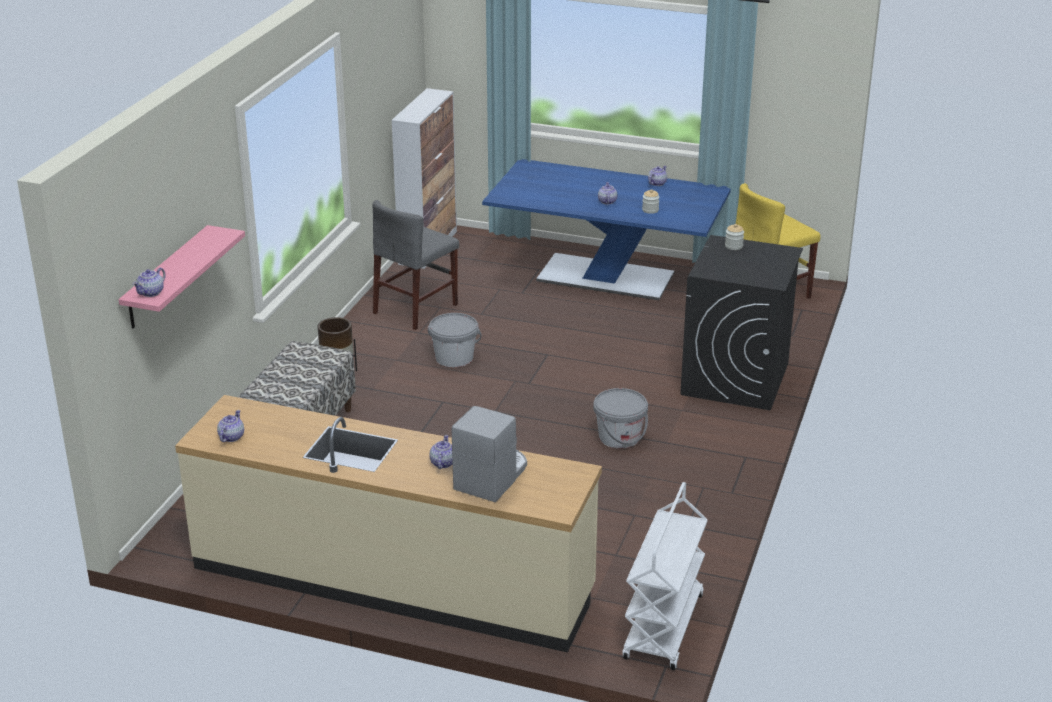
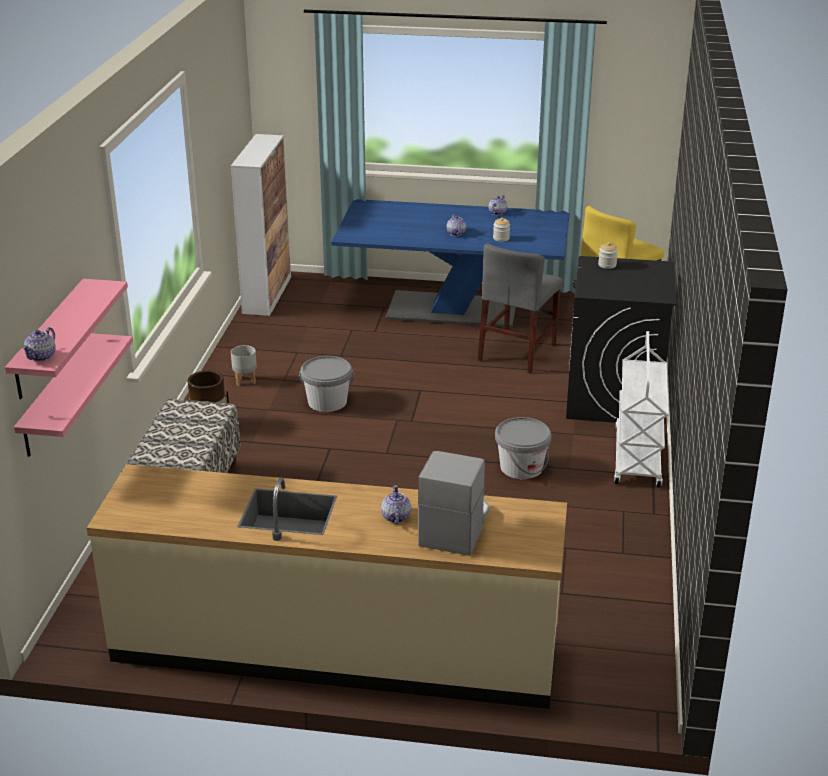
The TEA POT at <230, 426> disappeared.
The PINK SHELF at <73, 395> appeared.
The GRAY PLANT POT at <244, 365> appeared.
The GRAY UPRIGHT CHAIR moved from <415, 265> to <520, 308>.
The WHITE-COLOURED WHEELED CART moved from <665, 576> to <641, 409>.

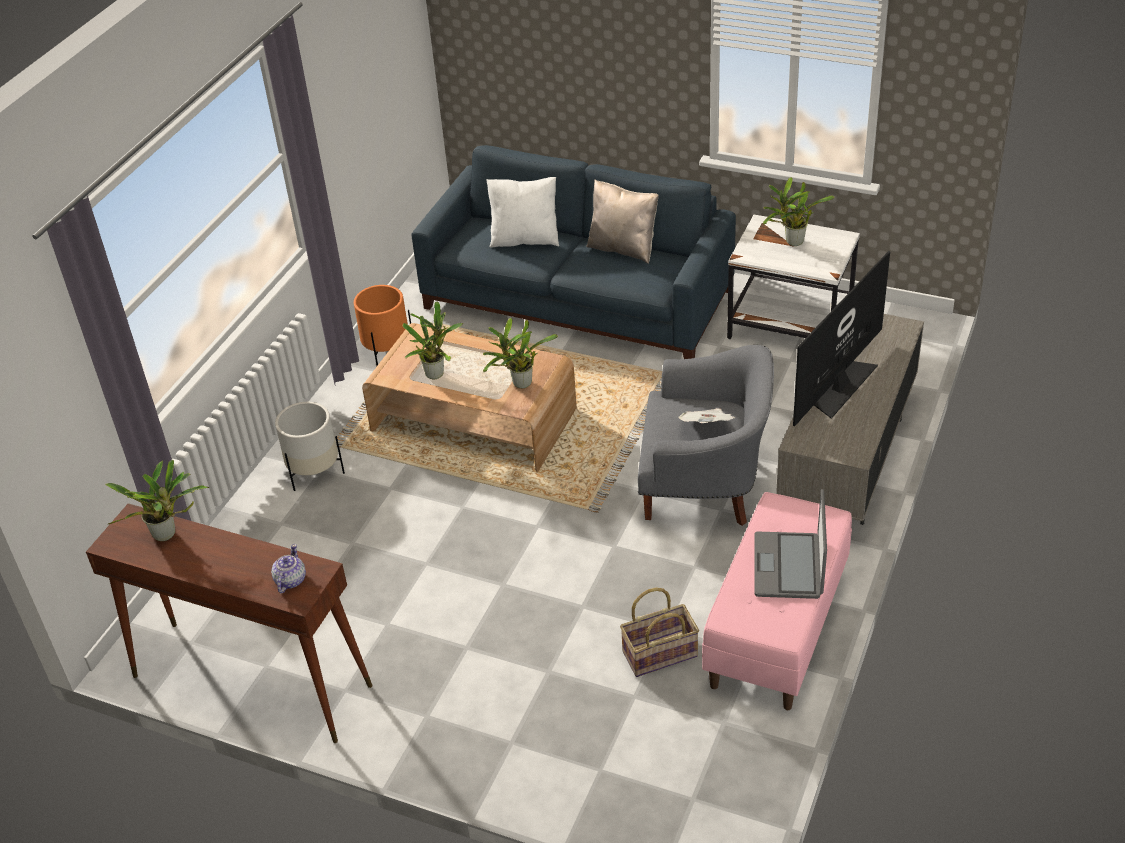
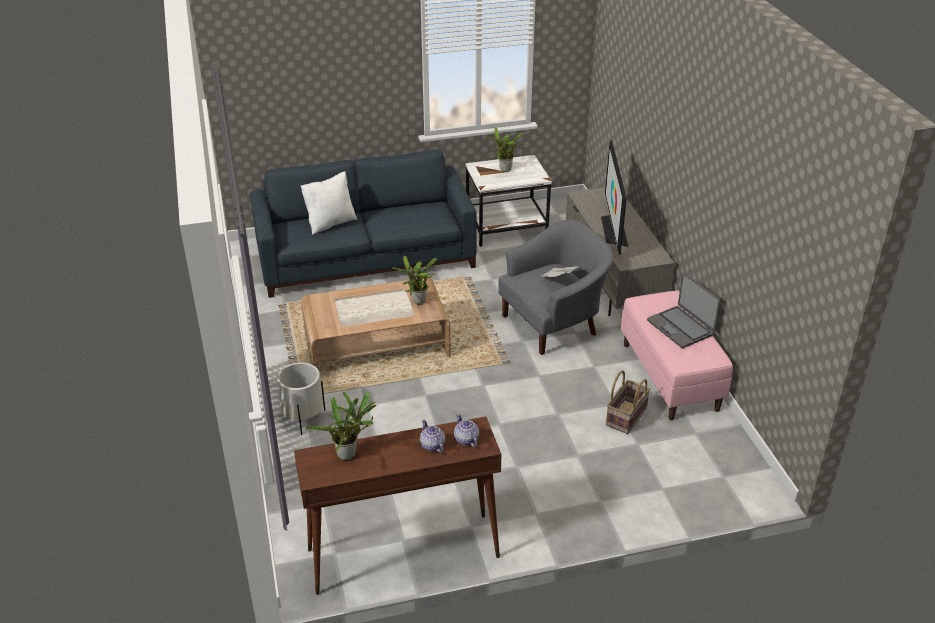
The ORANGE-COLOURED PLANT POT at <382, 325> disappeared.
The POTTED PLANT at <433, 340> disappeared.
The BEIGE-COLOURED THROW PILLOW at <622, 222> disappeared.
The TEA POT at <432, 436> appeared.

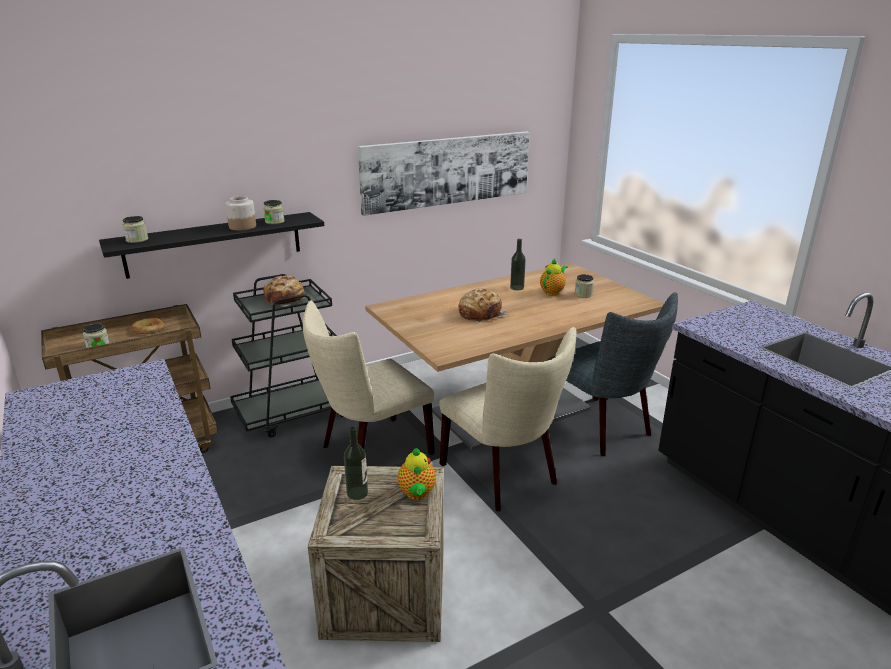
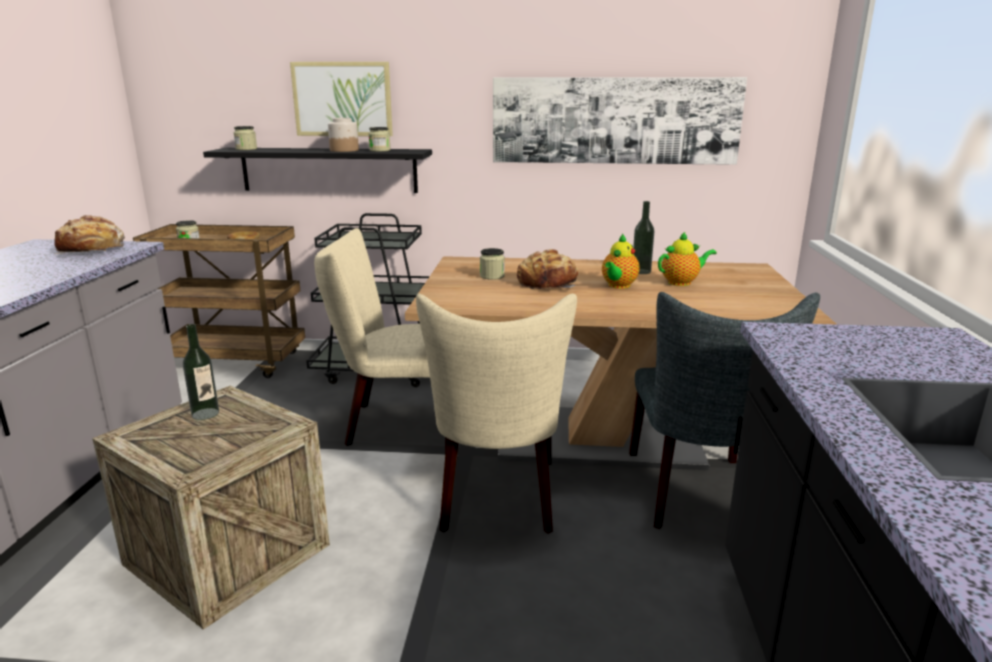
The WALL ART at <341, 99> appeared.
The BAKED BREAD moved from <284, 291> to <89, 234>.
The TEA POT moved from <417, 474> to <621, 261>.
The JAR moved from <584, 286> to <492, 264>.

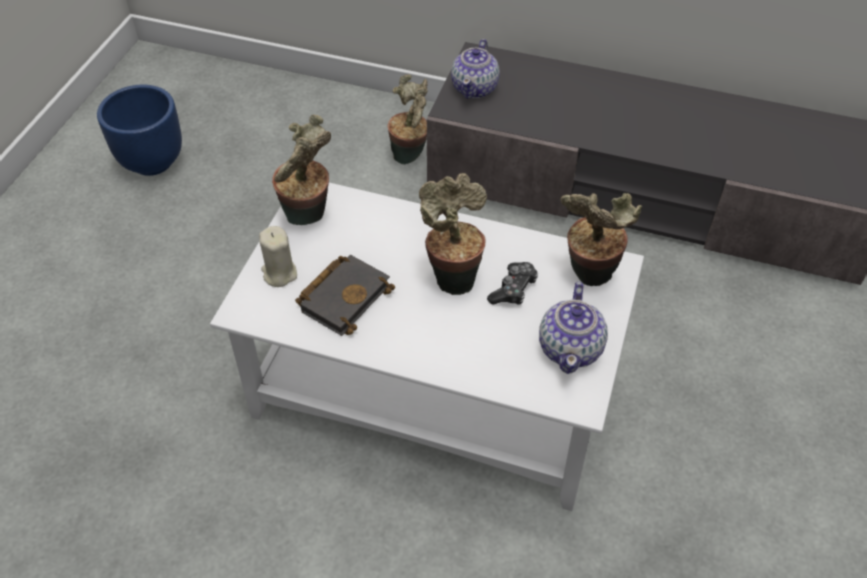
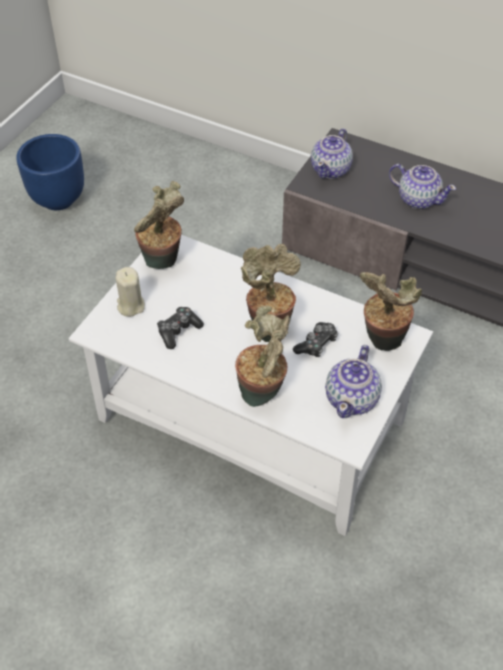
The TEA POT at <422, 186> appeared.
The POTTED PLANT moved from <407, 119> to <262, 356>.
The BLACKISH BOUND BOOK at <345, 295> was replaced by the GAMEPAD at <180, 328>.

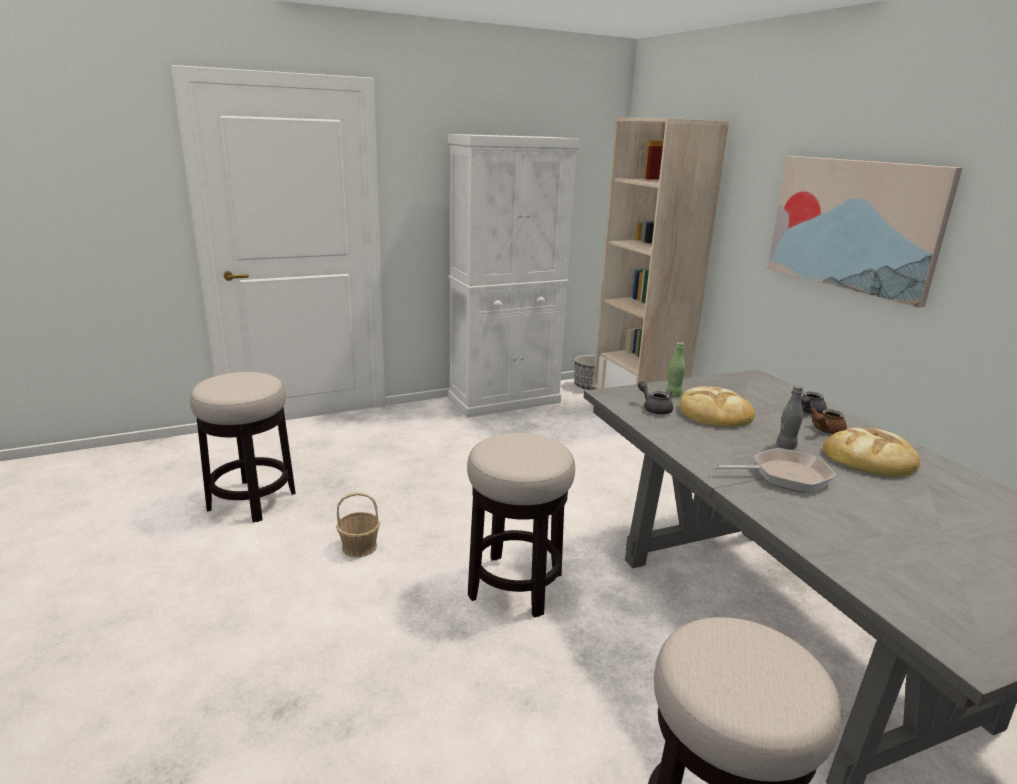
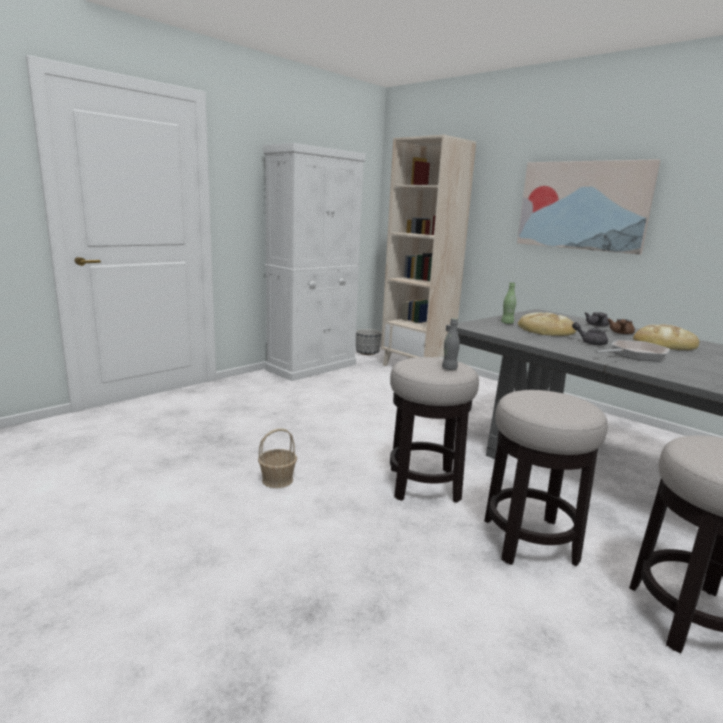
The STOOL SEAT moved from <243, 447> to <546, 478>.
The GRAY TEA POT moved from <655, 397> to <590, 334>.
The GRAY BOTTLE moved from <789, 417> to <451, 344>.

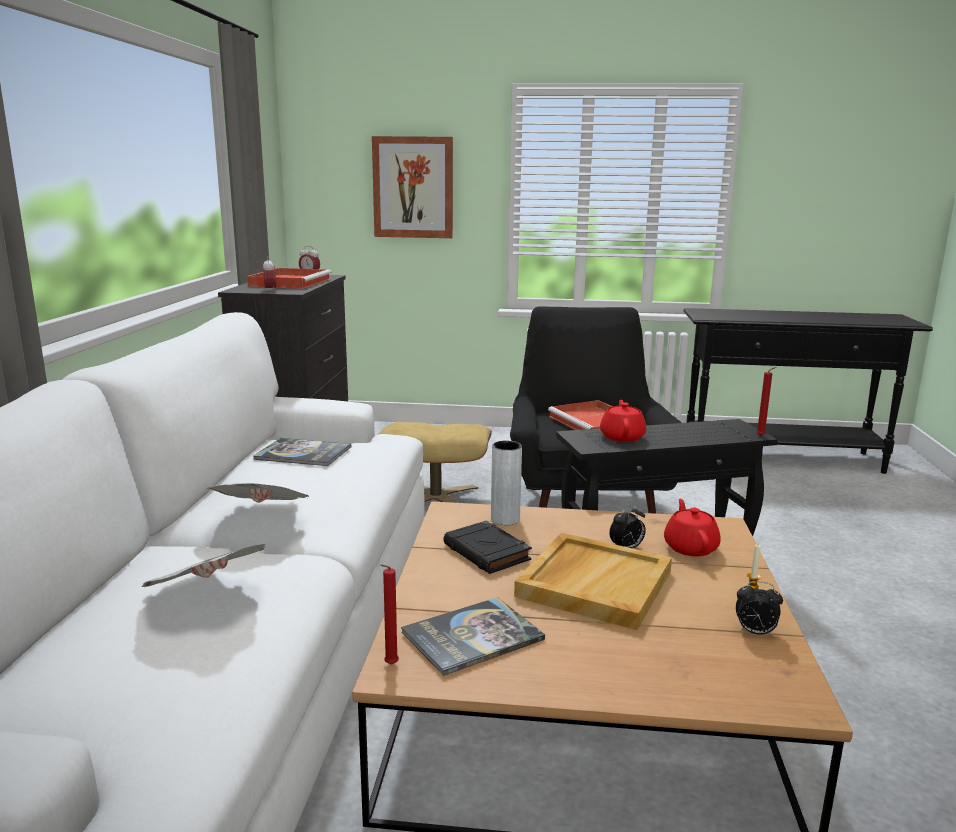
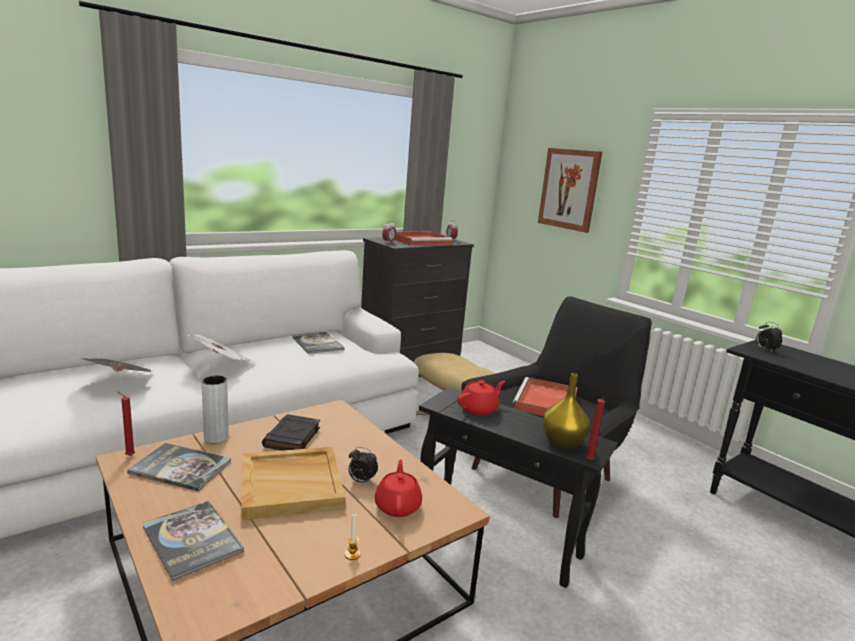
The BOUND BOOK at <193, 541> appeared.
The YELLOWISH FLOWER VASE at <566, 411> appeared.
The GRAY FLOWER VASE moved from <506, 483> to <215, 409>.
The BEDSIDE CLOCK moved from <759, 608> to <769, 337>.
The RED TEA POT at <692, 528> turned 45 degrees counterclockwise.

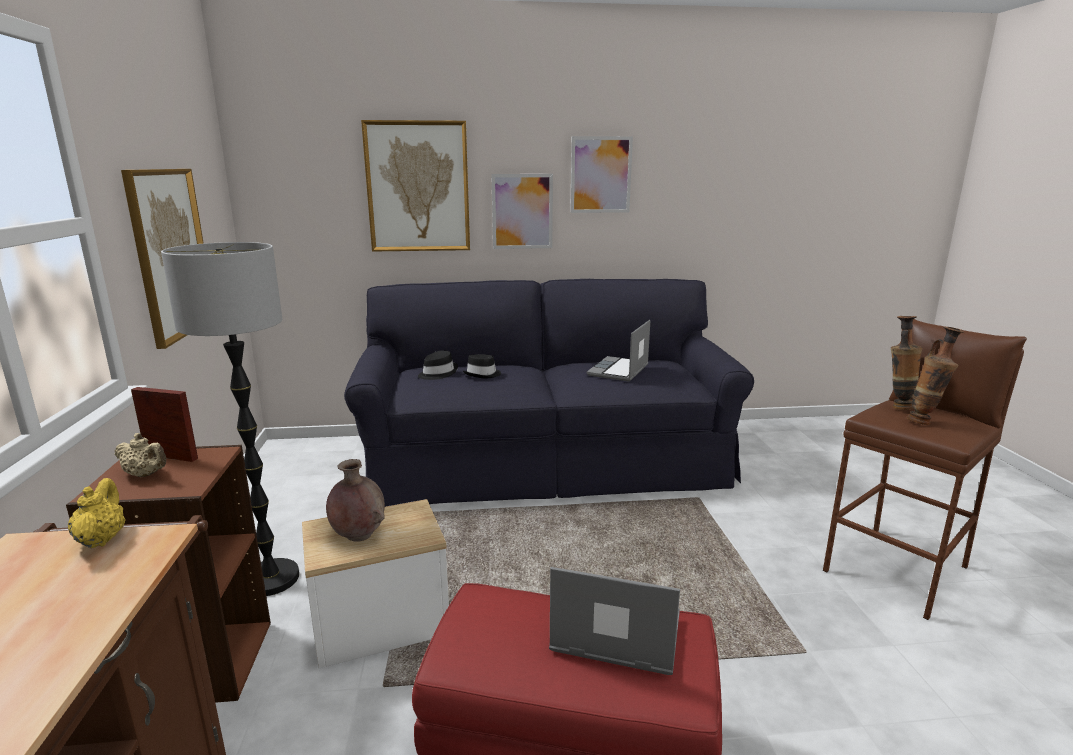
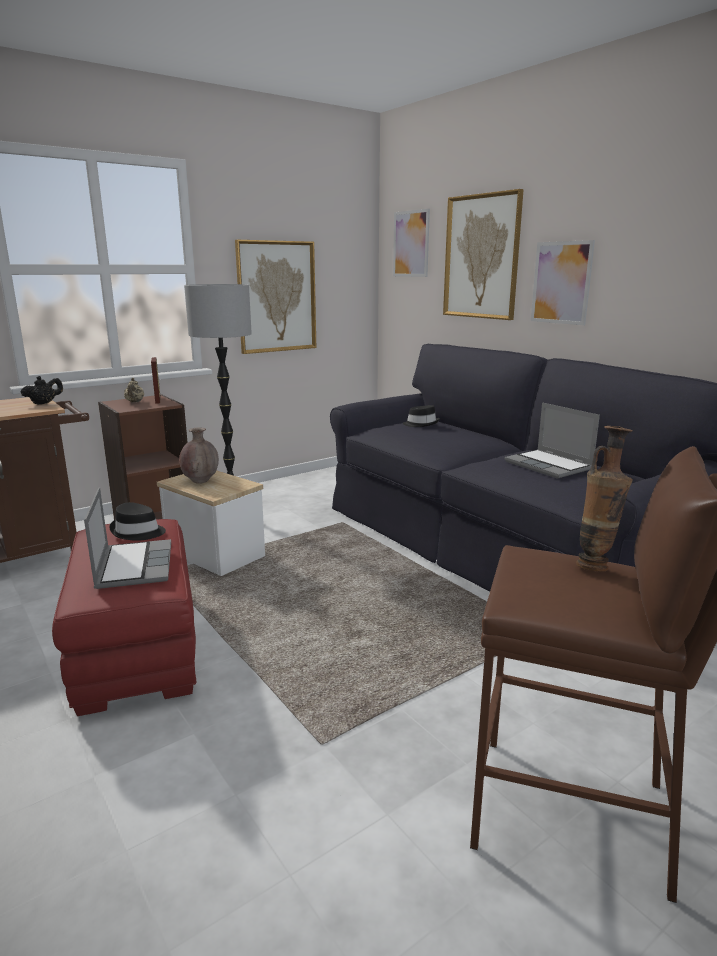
The FLOWER VASE at <935, 376> disappeared.
The BLACKISH CLOTHING HAT moved from <482, 366> to <137, 521>.
The WALL ART moved from <601, 174> to <411, 243>.
The YELLOWISH TEA POT at <97, 513> became the BLACKISH TEA POT at <42, 390>.
The PORTABLE COMPUTER at <618, 351> turned 120 degrees counterclockwise.

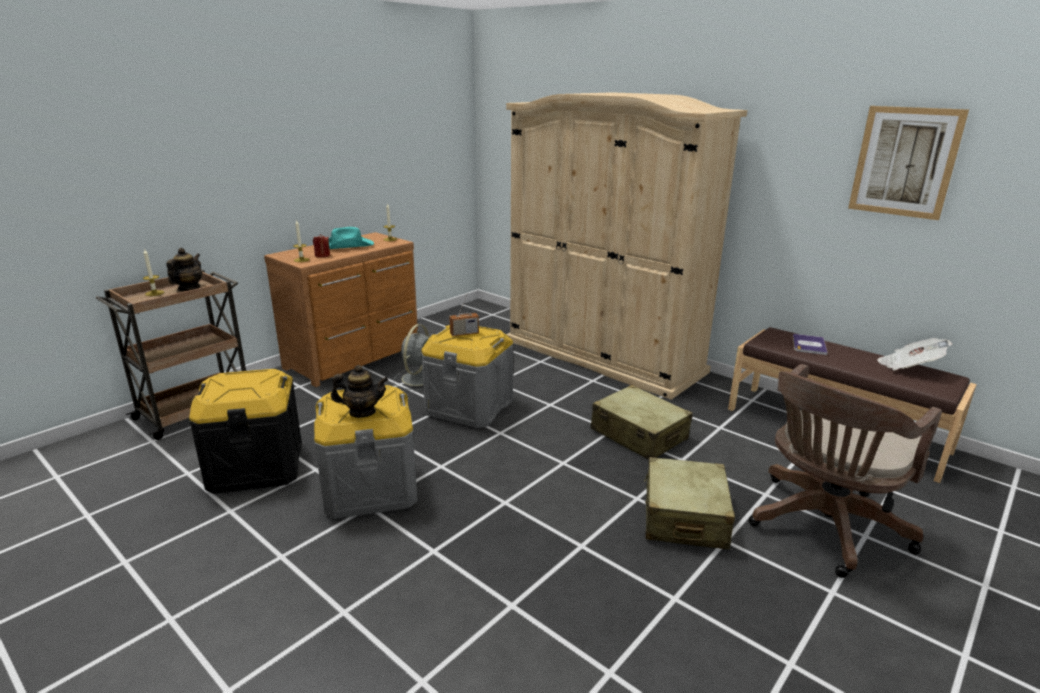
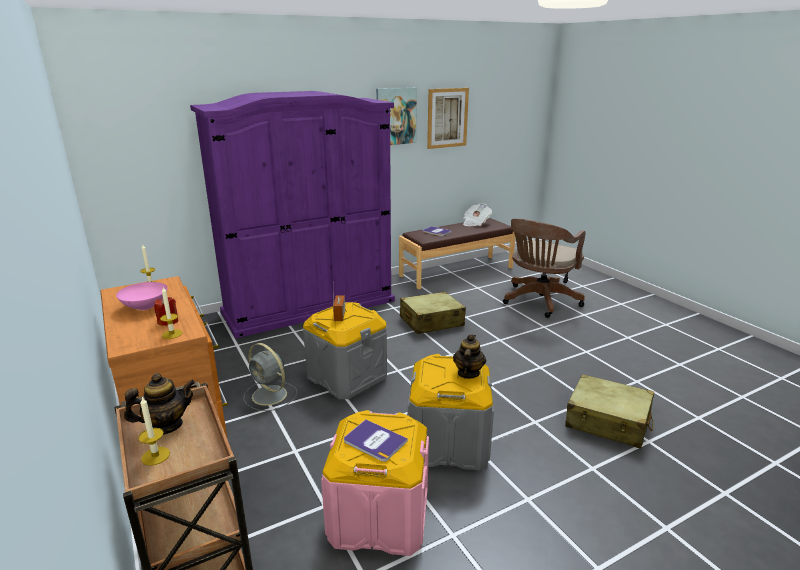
The BOUND BOOK at <376, 440> appeared.
The WALL ART at <396, 116> appeared.
The BEIGE-COLOURED SUITCASE moved from <689, 503> to <609, 411>.
The BLUE-GREEN CLOTHING HAT at <351, 238> was replaced by the PINK DEEP DISH at <142, 296>.
The BLACKISH STORAGE BIN at <245, 431> became the PINK STORAGE BIN at <375, 483>.
The BEIGE-COLOURED CLOTHES CUPBOARD at <626, 246> became the PURPLE CLOTHES CUPBOARD at <292, 214>.
The TEA POT at <184, 269> turned 120 degrees clockwise.
The BROWN-COLOURED OFFICE CHAIR at <845, 471> turned 60 degrees clockwise.

